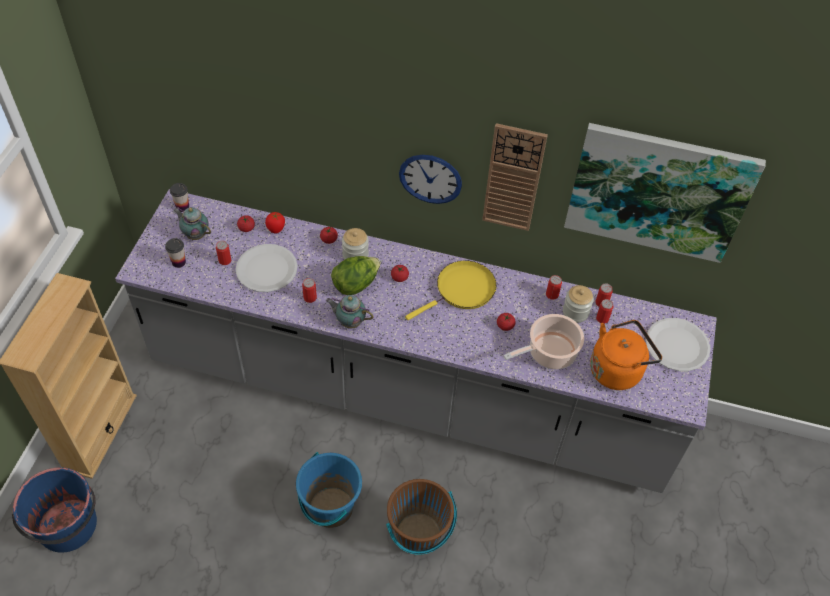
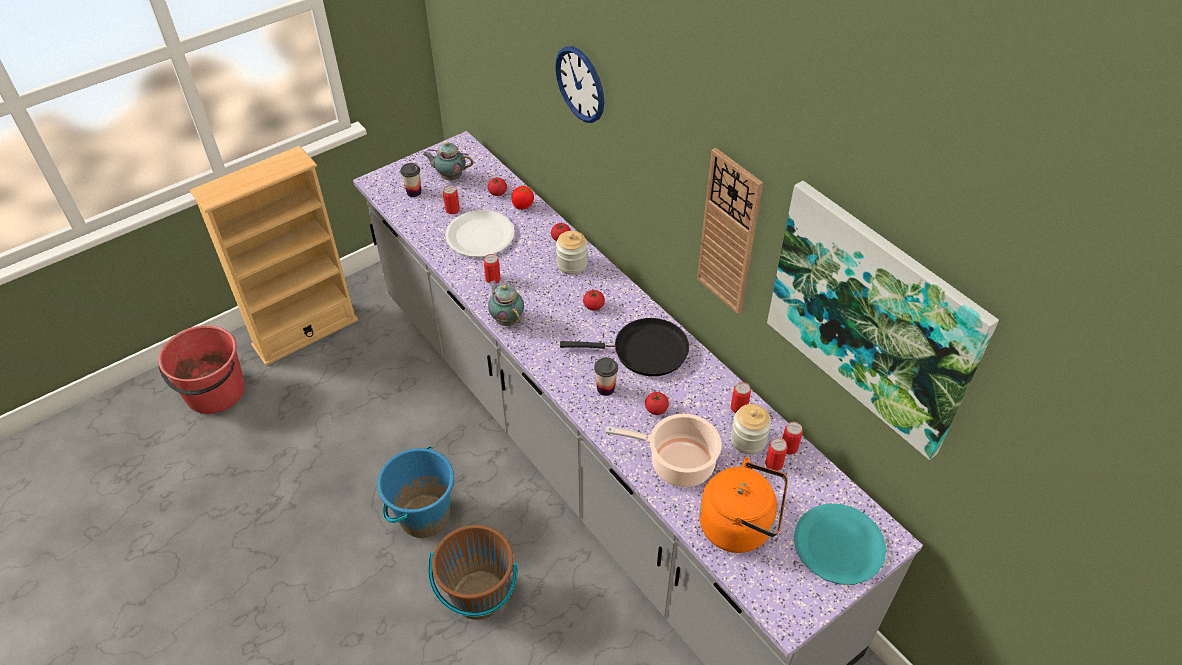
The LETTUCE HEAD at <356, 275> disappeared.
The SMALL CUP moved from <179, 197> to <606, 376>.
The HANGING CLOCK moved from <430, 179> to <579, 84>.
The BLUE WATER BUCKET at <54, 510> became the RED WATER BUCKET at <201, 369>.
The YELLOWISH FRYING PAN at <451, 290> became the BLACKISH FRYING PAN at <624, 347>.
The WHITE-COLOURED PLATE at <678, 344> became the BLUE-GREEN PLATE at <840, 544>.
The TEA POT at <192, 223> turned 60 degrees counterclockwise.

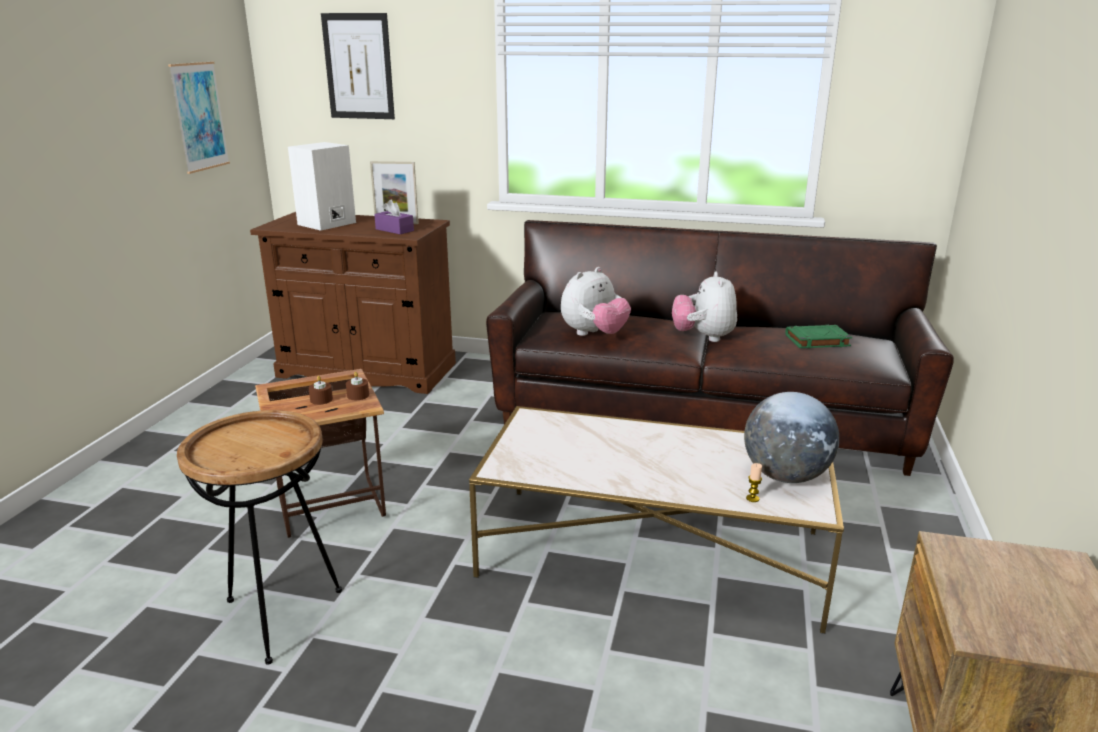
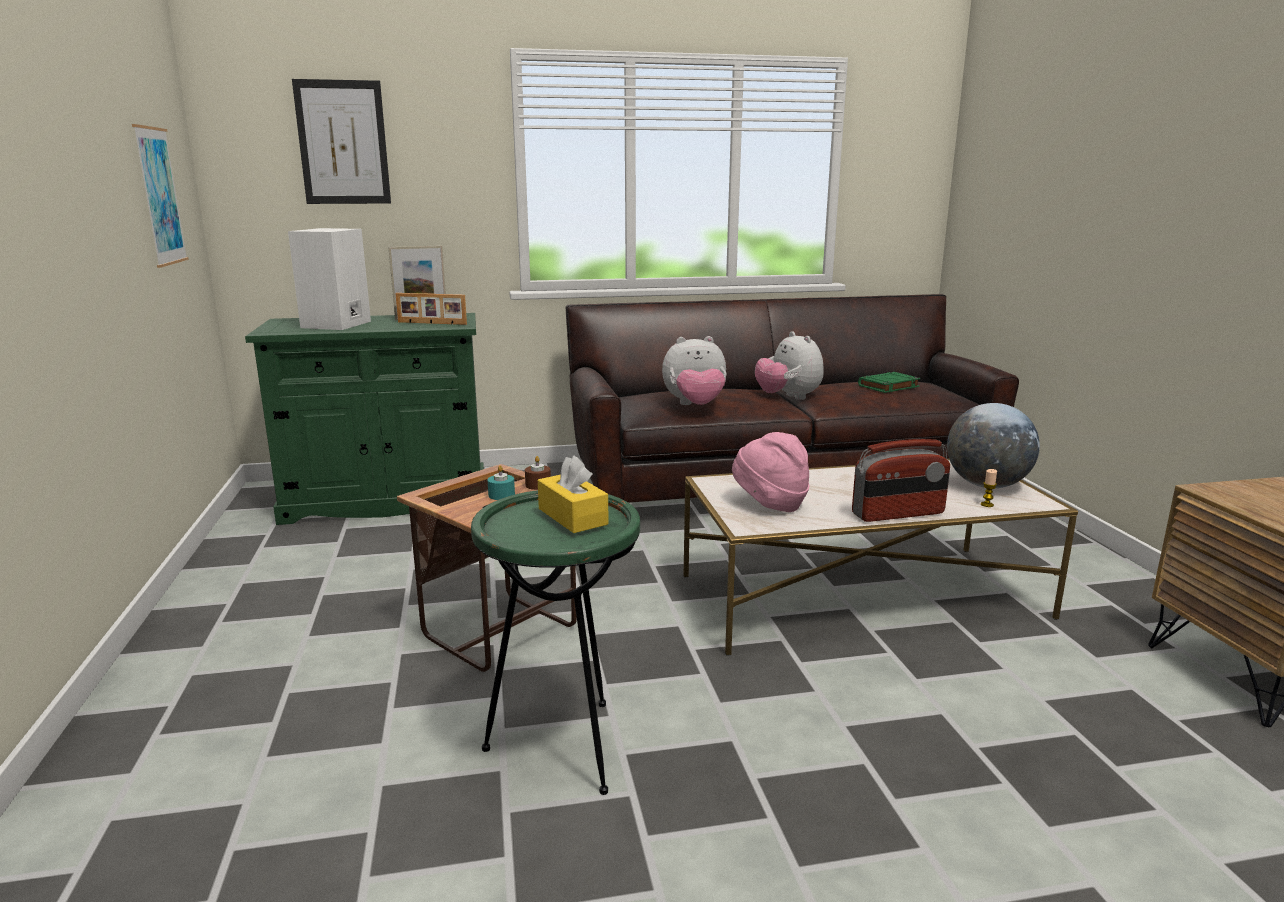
The YELLOWISH BOX OF TISSUES at <573, 494> appeared.
The PINK CLOTHING HAT at <770, 472> appeared.
The RADIO at <901, 480> appeared.
The PURPLE BOX OF TISSUES at <394, 217> was replaced by the STANDING FRAME at <431, 309>.
The BROWN-COLOURED END TABLE at <259, 537> became the GREENISH END TABLE at <555, 642>.
The BROWN-COLOURED CUPBOARD at <353, 303> became the GREENISH CUPBOARD at <364, 419>.
The BROWN-COLOURED WAX LIGHT at <321, 390> became the BLUE-GREEN WAX LIGHT at <501, 482>.
The PLUSH TOY at <596, 301> turned 60 degrees clockwise.

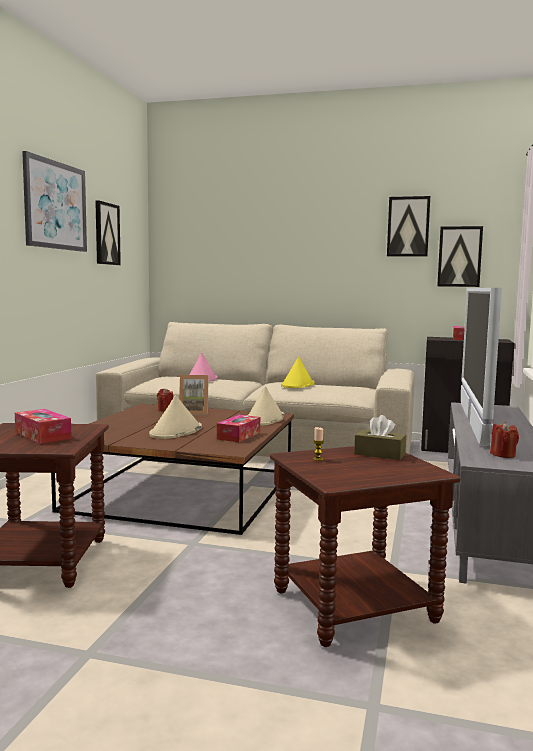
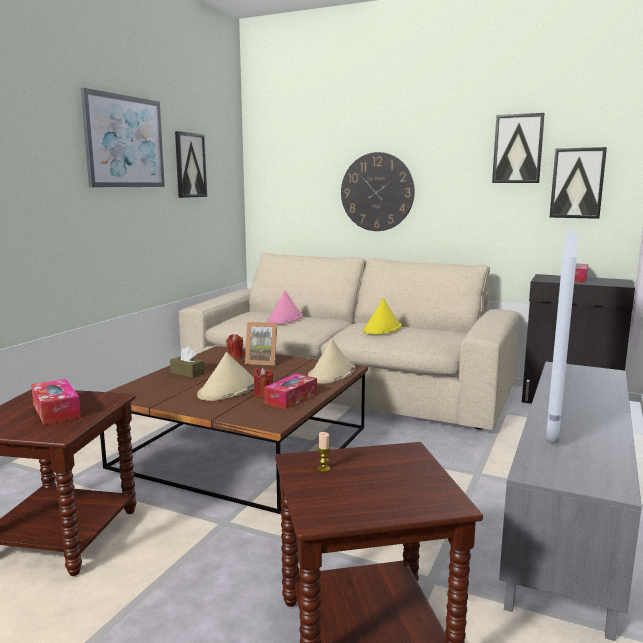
The HANGING CLOCK at <378, 191> appeared.
The BROWN-COLOURED BOX OF TISSUES moved from <380, 437> to <187, 362>.
The RED WAX LIGHT moved from <504, 440> to <263, 382>.

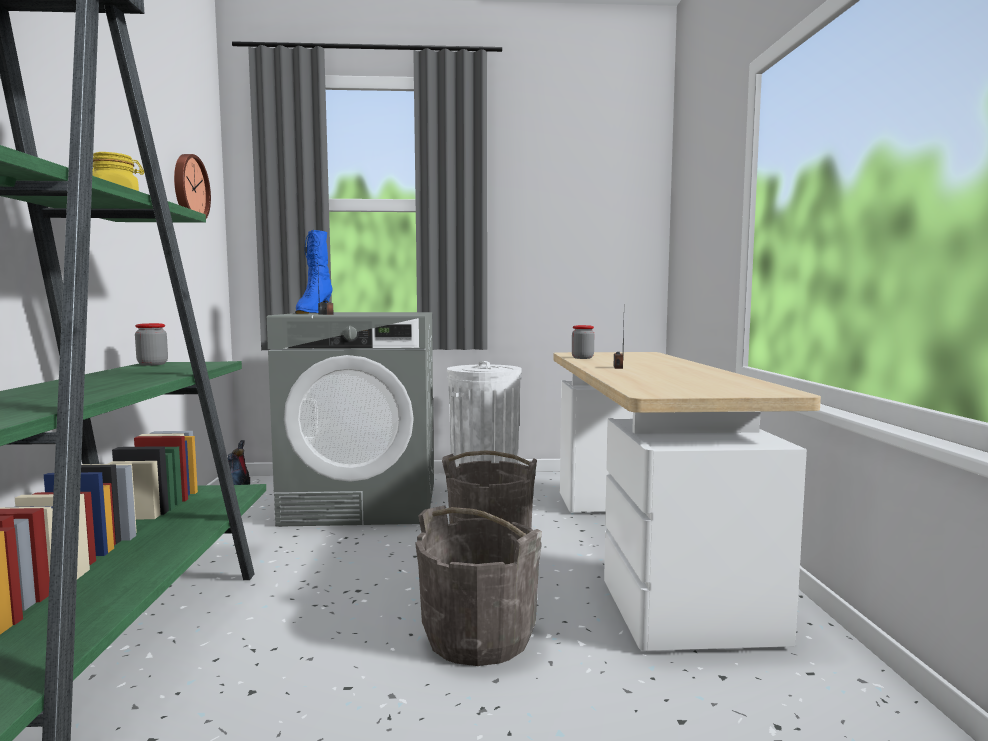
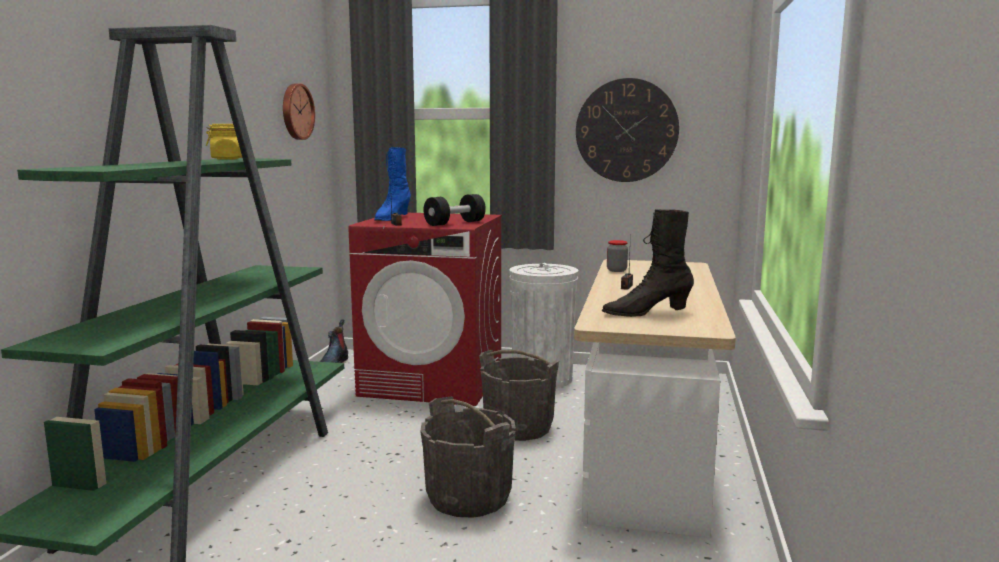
The JAR at <151, 344> disappeared.
The BLACKISH FREE WEIGHT at <454, 210> appeared.
The HANGING CLOCK at <627, 130> appeared.
The BLACKISH TALL BOOT at <647, 263> appeared.
The GRAY LAUNDRY APPLIANCE at <350, 419> became the RED LAUNDRY APPLIANCE at <425, 309>.

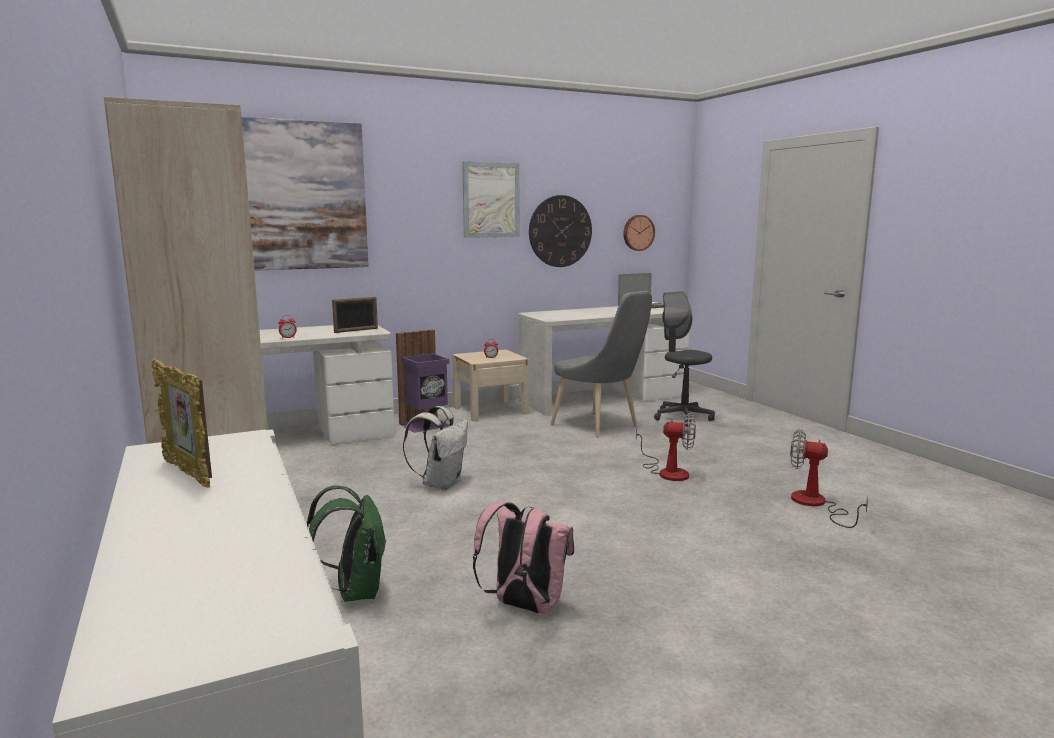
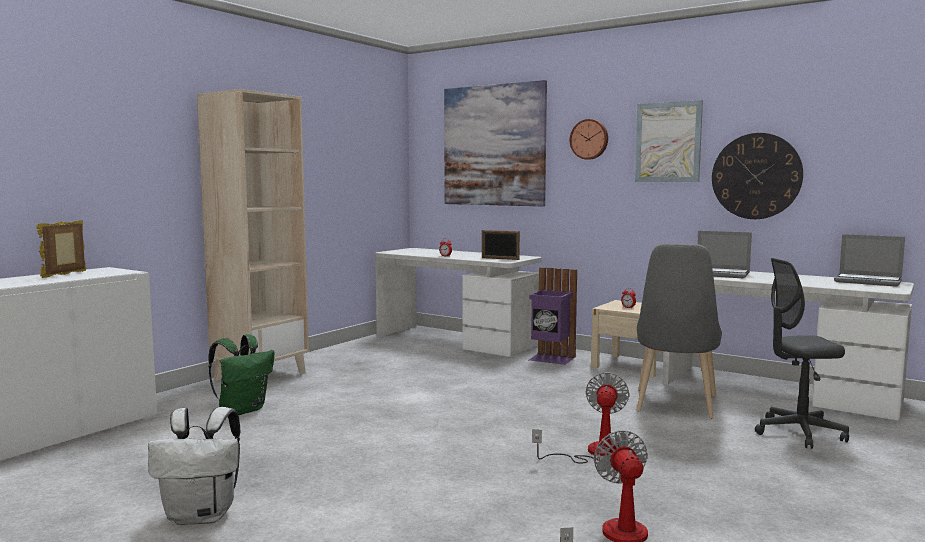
The PINK BACKPACK at <523, 557> disappeared.
The PORTABLE COMPUTER at <724, 255> appeared.
The WHITE-COLOURED BACKPACK moved from <435, 448> to <194, 466>.
The HANGING CLOCK moved from <639, 233> to <589, 139>.
The FAN at <666, 447> turned 150 degrees counterclockwise.
The GRAY OFFICE CHAIR at <684, 359> turned 120 degrees counterclockwise.

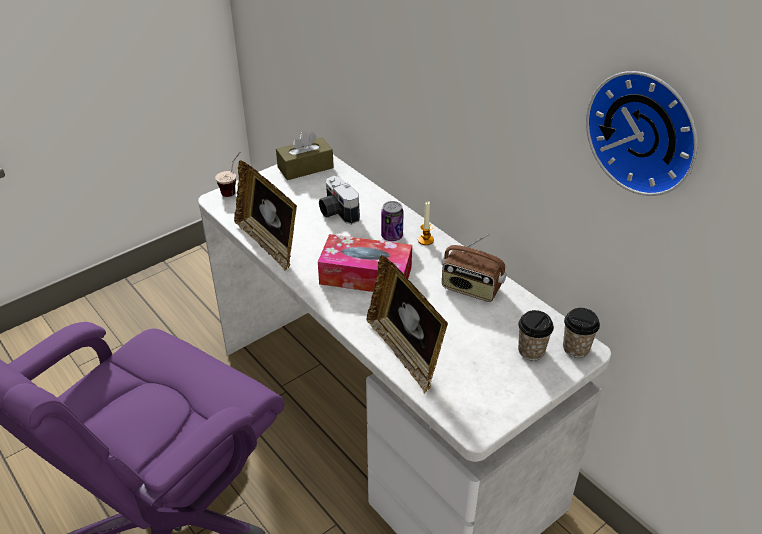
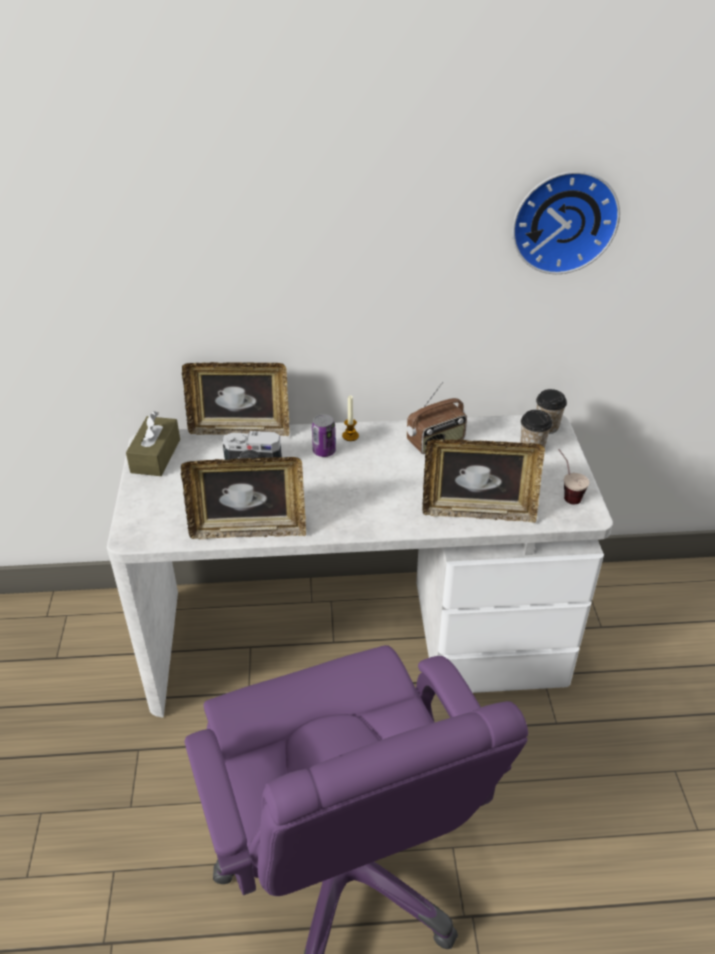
The BOX OF TISSUES at <365, 263> disappeared.
The STANDING FRAME at <235, 399> appeared.
The SMALL CUP moved from <227, 174> to <573, 476>.

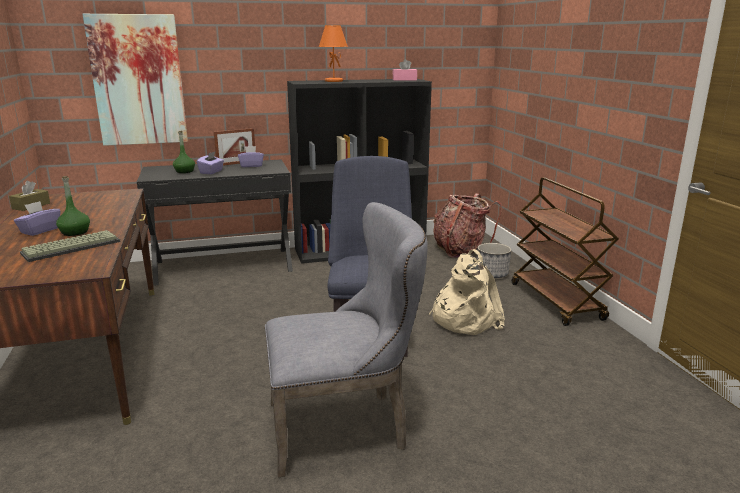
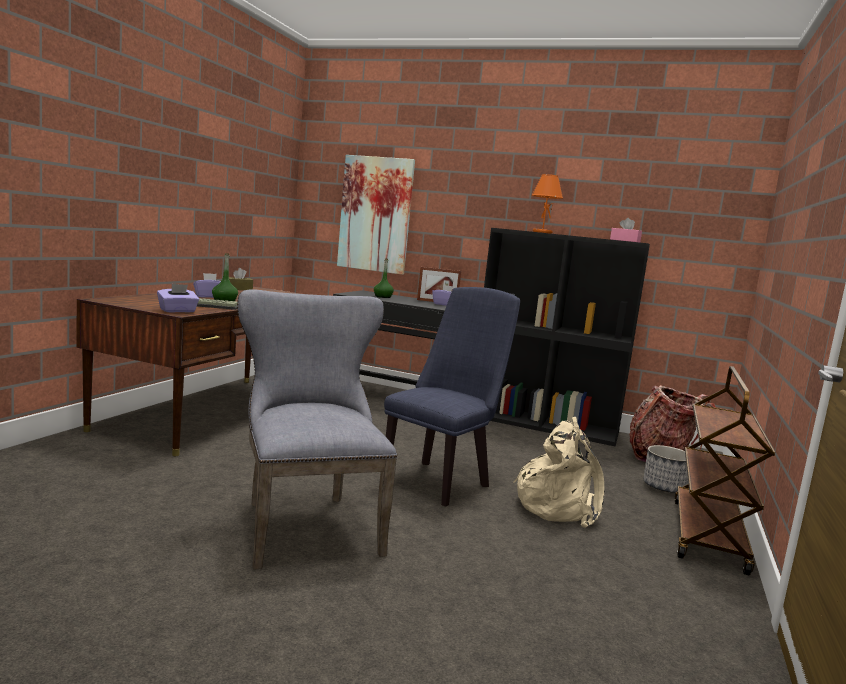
The PURPLE BOX OF TISSUES moved from <210, 163> to <178, 298>.
The GRAY UPRIGHT CHAIR at <346, 340> turned 135 degrees counterclockwise.

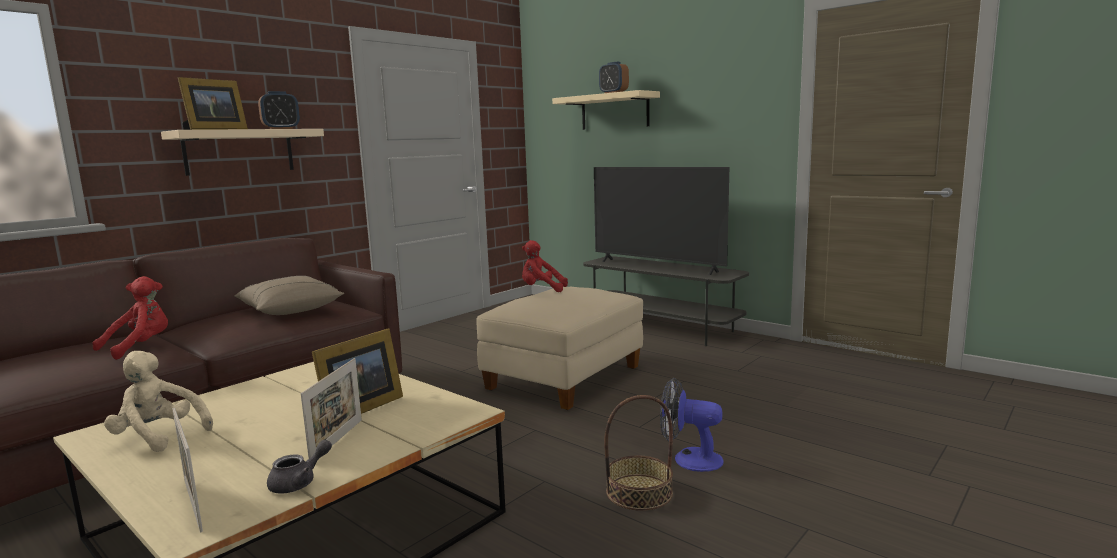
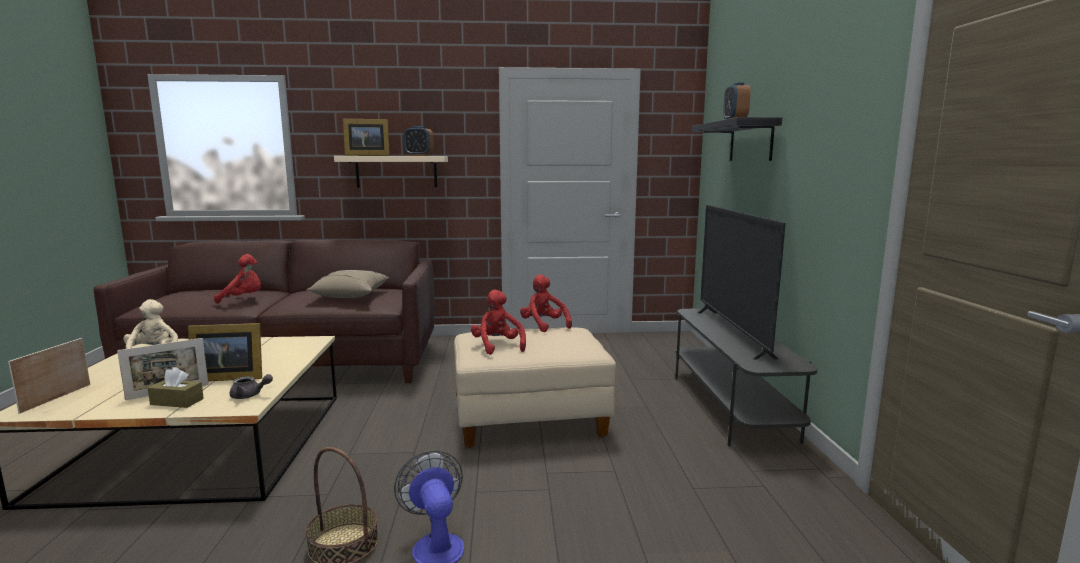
The BROWN-COLOURED BOX OF TISSUES at <176, 387> appeared.
The RED PLUSH TOY at <498, 322> appeared.
The GRAY TEA POT moved from <299, 466> to <251, 386>.
The BEIGE-COLOURED SHELF at <606, 110> became the BLACKISH SHELF at <737, 139>.

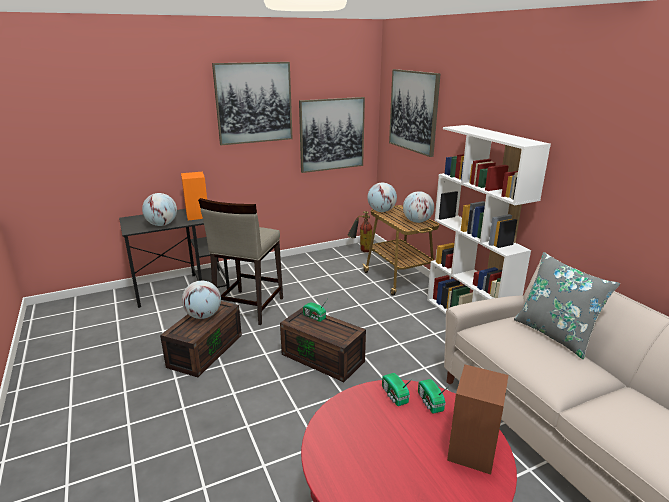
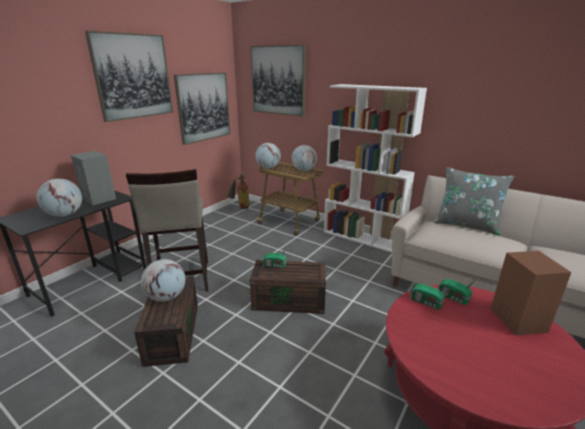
The ORANGE-COLOURED SPEAKER at <194, 196> became the GRAY SPEAKER at <93, 178>.

